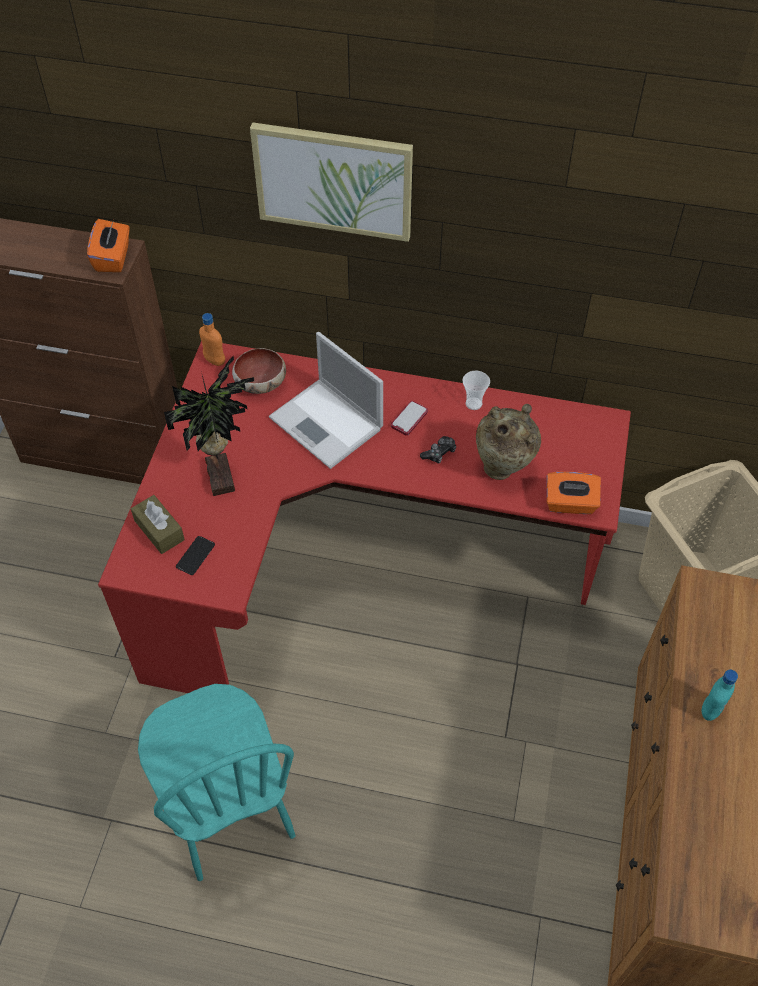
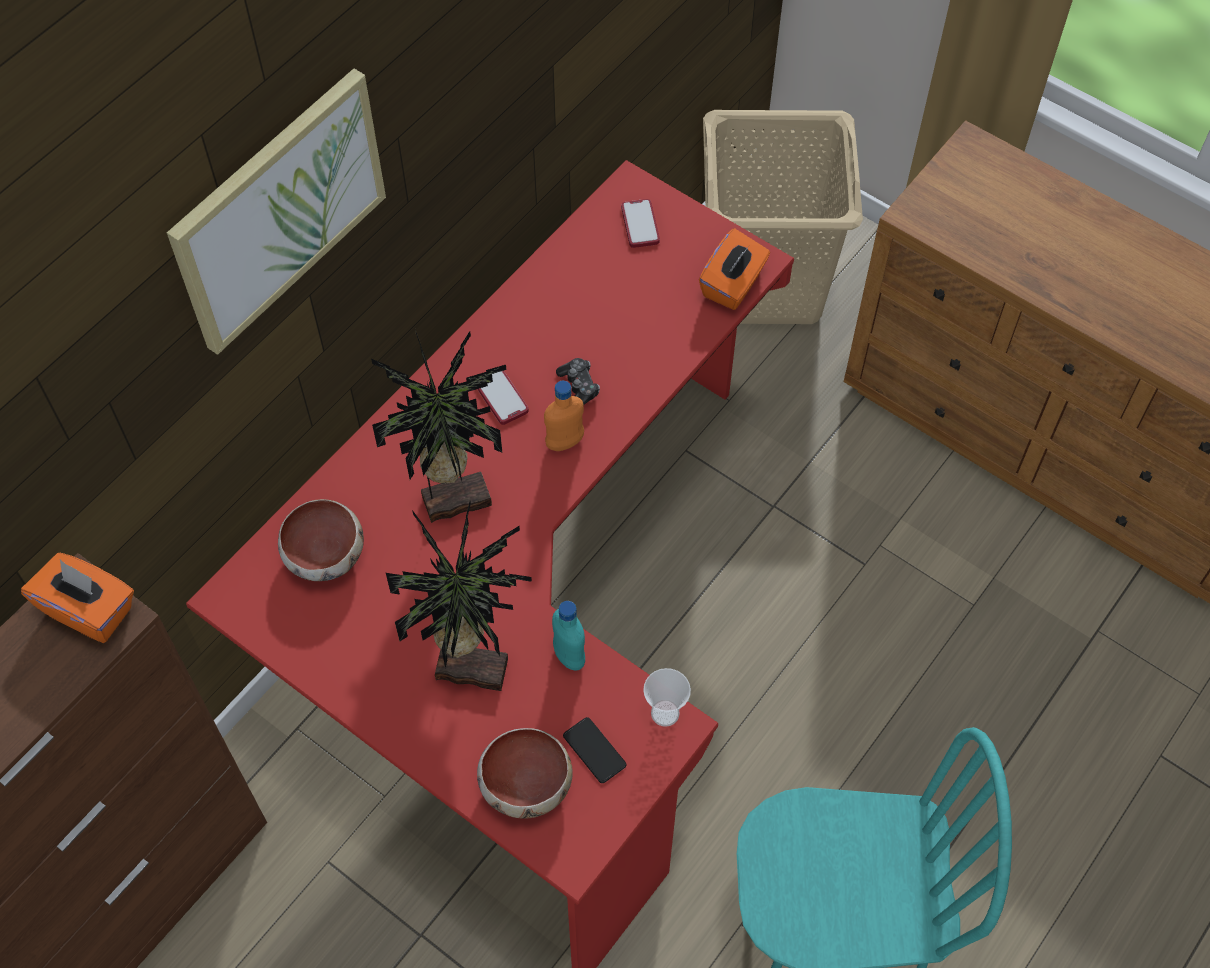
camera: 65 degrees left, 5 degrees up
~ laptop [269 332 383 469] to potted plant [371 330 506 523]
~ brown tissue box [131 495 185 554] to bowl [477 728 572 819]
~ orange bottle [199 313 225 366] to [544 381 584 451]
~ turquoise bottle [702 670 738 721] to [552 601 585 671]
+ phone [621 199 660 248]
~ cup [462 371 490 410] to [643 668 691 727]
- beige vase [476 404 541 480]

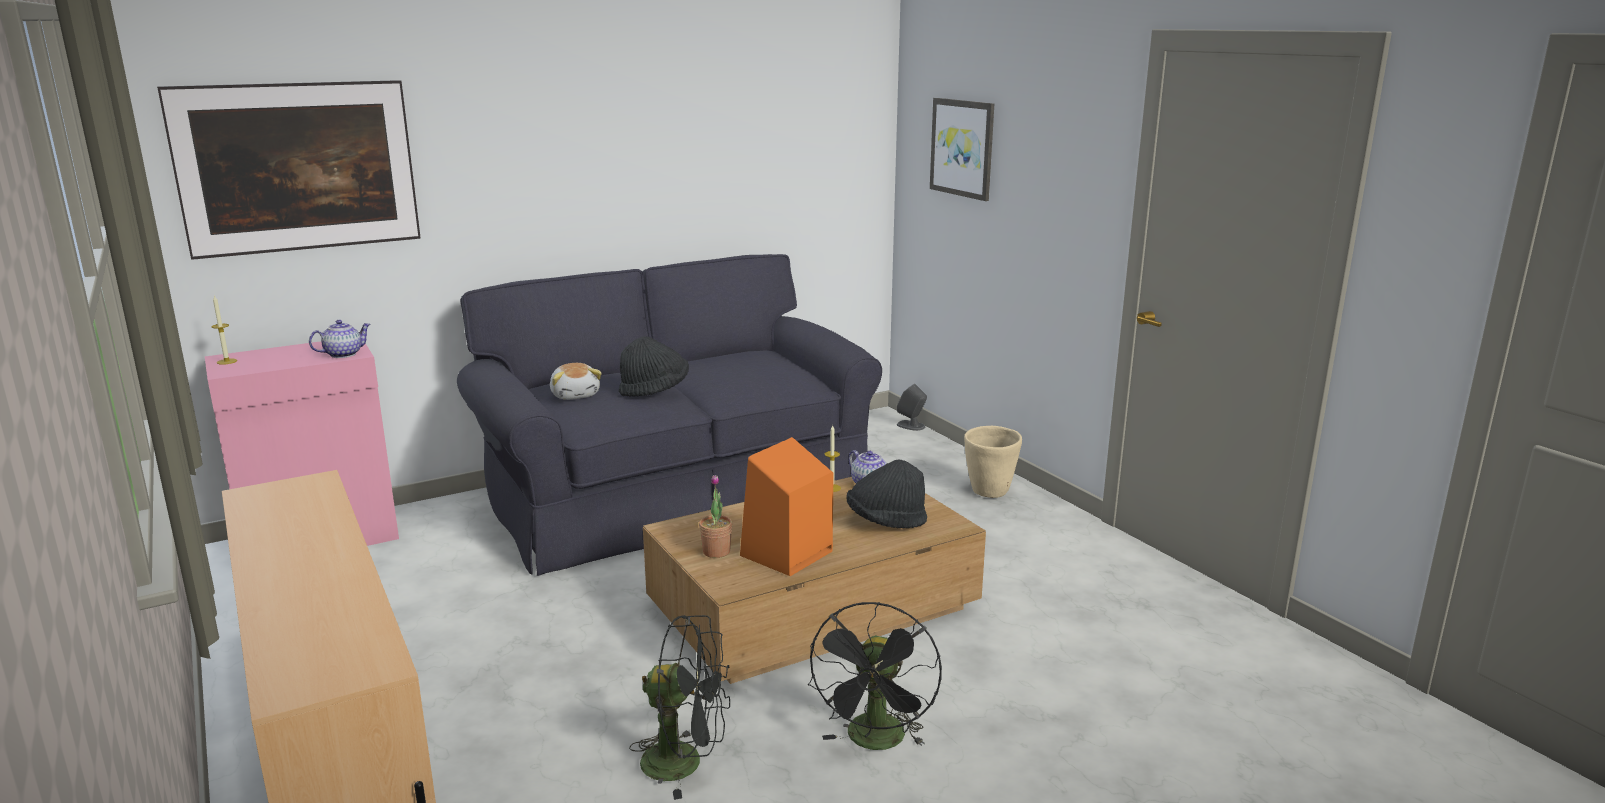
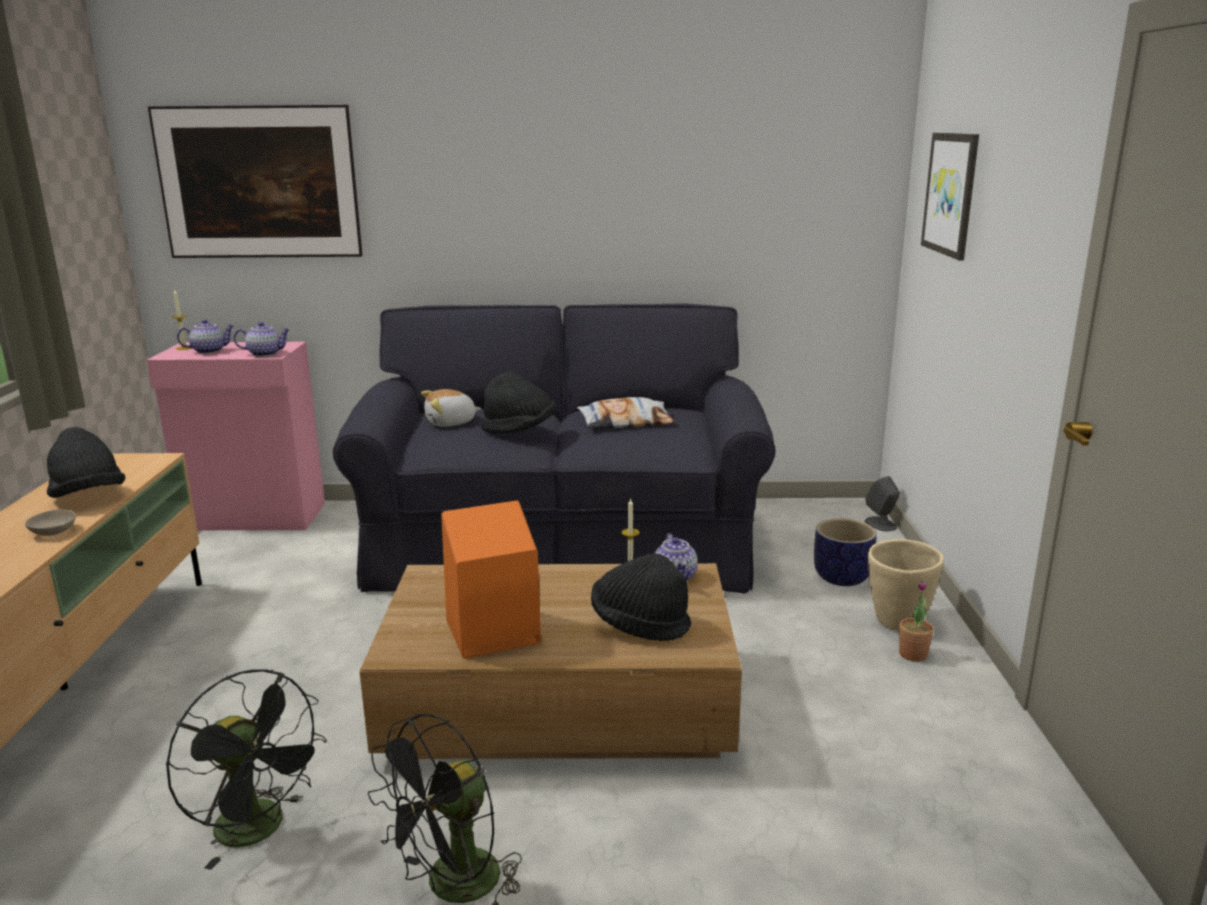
camera: 30 degrees right, 0 degrees up
+ beige bowl [25 509 76 536]
+ black hat [47 427 125 498]
+ teapot [177 319 235 354]
~ plush toy [550 363 602 400] = [421 389 481 427] 60 degrees clockwise
+ pillow [577 397 674 428]
+ planter [814 518 877 586]
~ potted plant [699 475 732 558] to [899 580 934 662]

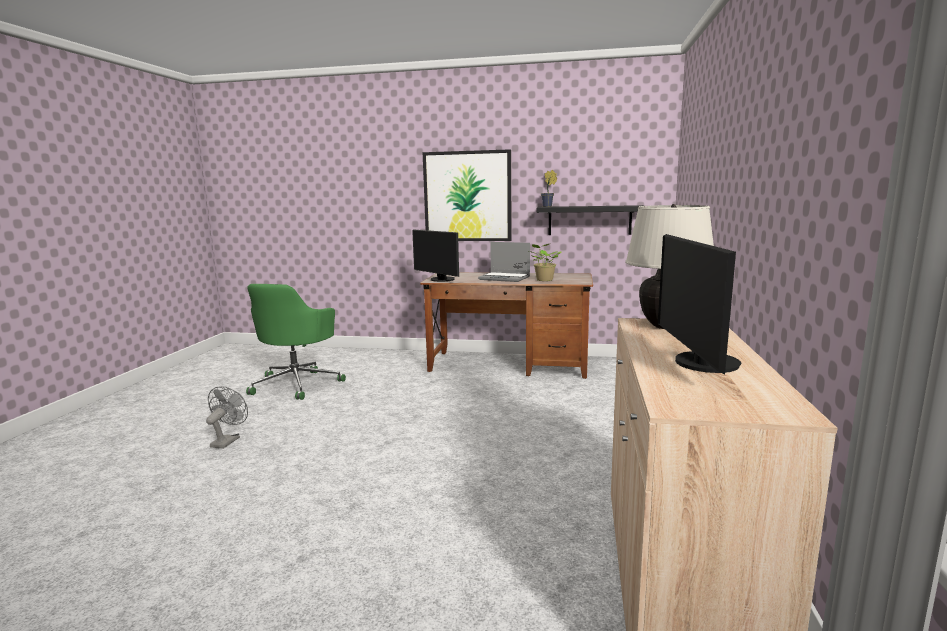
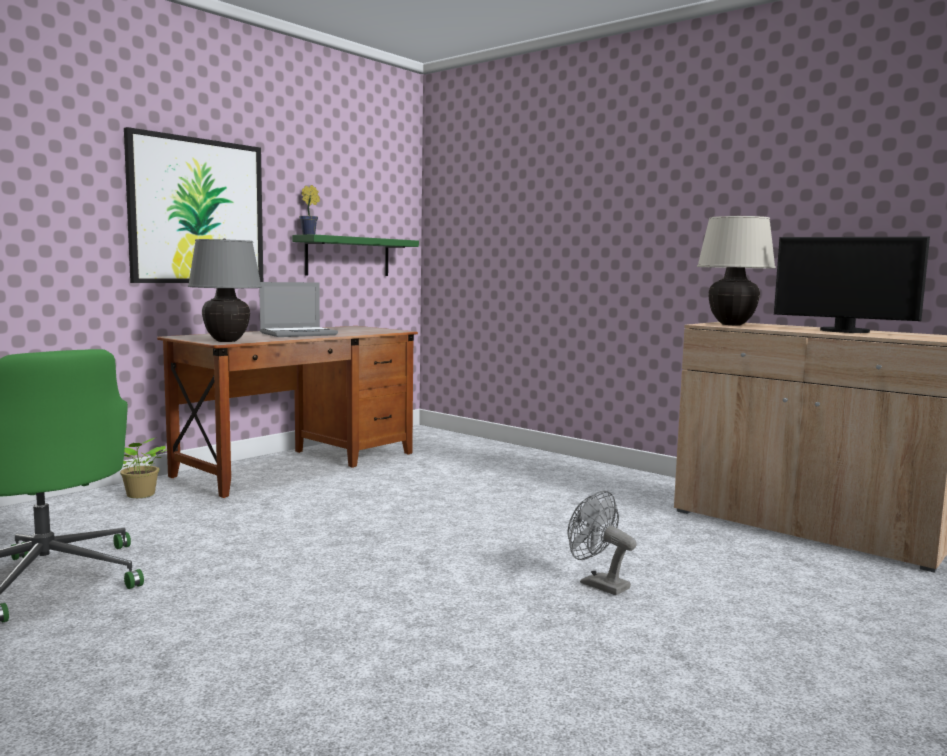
camera: 60 degrees left, 5 degrees down
~ potted plant [529 244 562 281] to [120 437 167 498]
~ monitor [412 229 459 282] to grey table lamp [188 239 262 342]
~ black shelf [537 205 644 235] to green shelf [292 234 419 276]
~ grey fan [206 386 248 449] to [568 491 637 595]

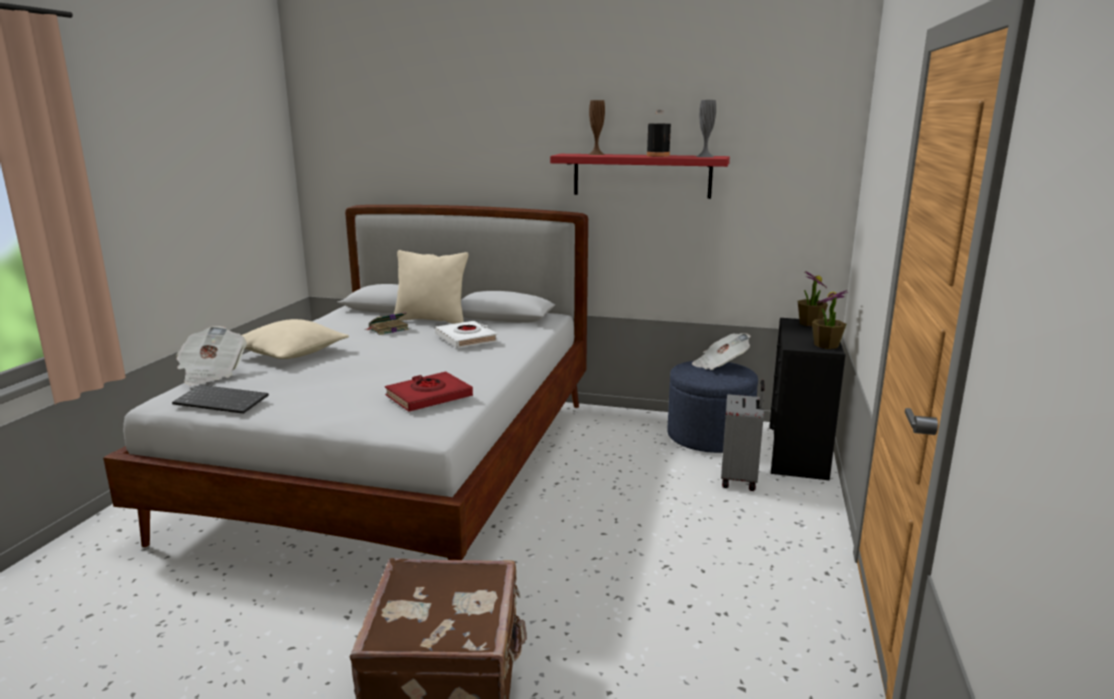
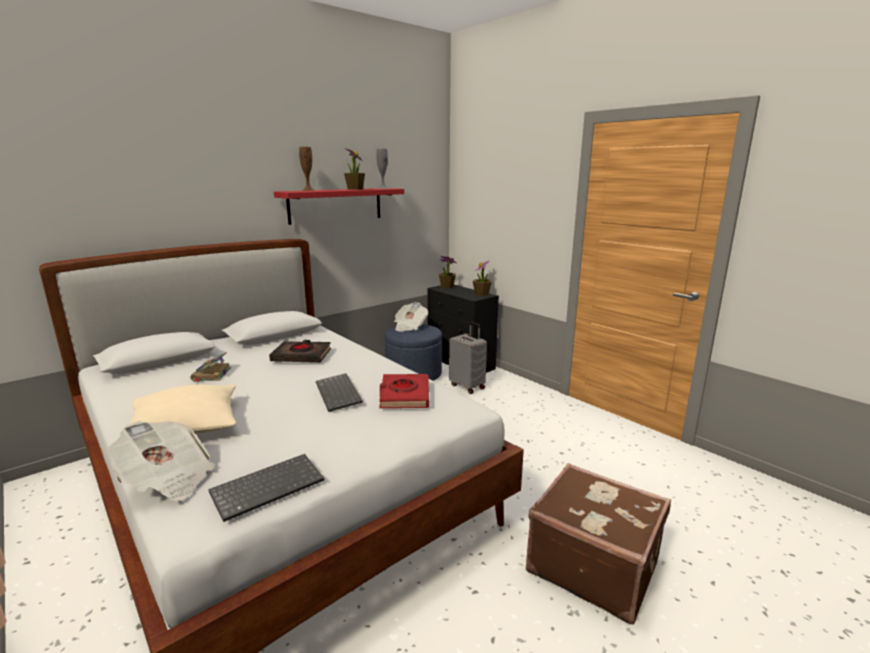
camera: 55 degrees left, 0 degrees up
~ white book [435 321 498 348] to black book [269 340 331 363]
+ keyboard [316 373 363 412]
~ black bottle [647 110 671 157] to potted plant [344 148 365 190]
- beige pillow [394 250 469 324]

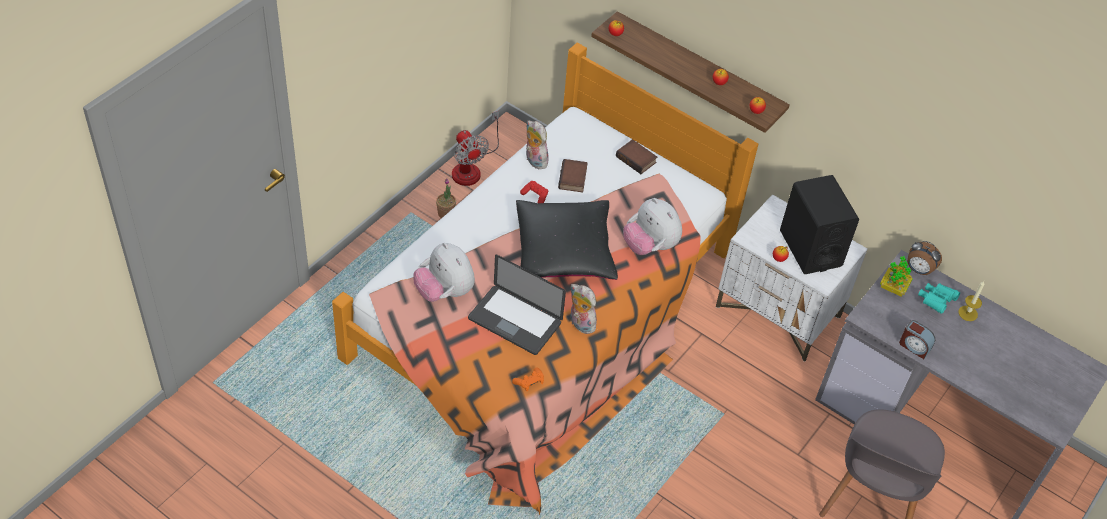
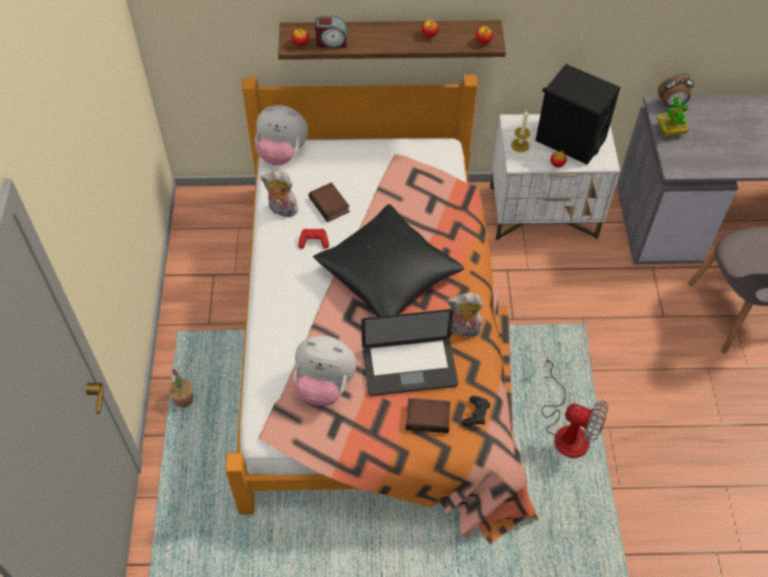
camera: 35 degrees left, 5 degrees up
~ potted plant [436 178 456 218] to [169 369 193 408]
~ plush toy [623 198 682 255] to [255 105 308 166]
~ alarm clock [899 320 935 359] to [315 16 347 48]
~ book [616 139 657 174] to [406 398 450 433]
~ orange game controller [512 368 544 392] to black game controller [462 396 490 426]
~ candle [958 281 985 321] to [511 110 530 152]
~ fan [452 111 499 186] to [542 353 608 458]
- turquoise binoculars [918 283 960 314]

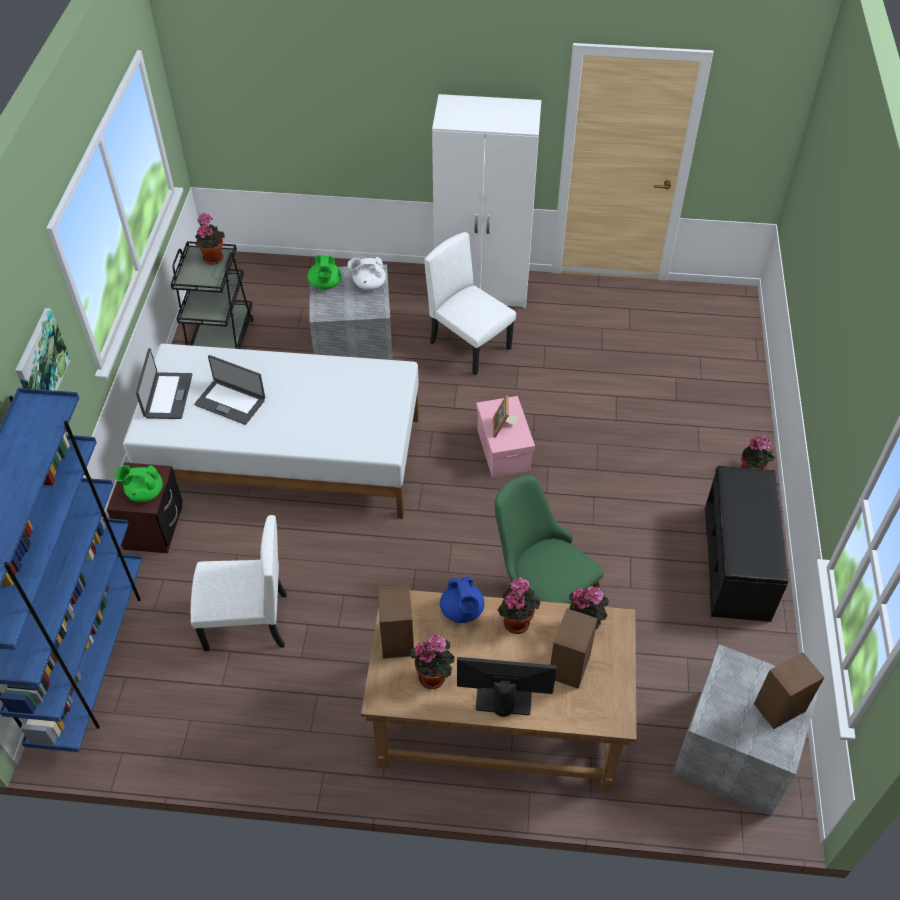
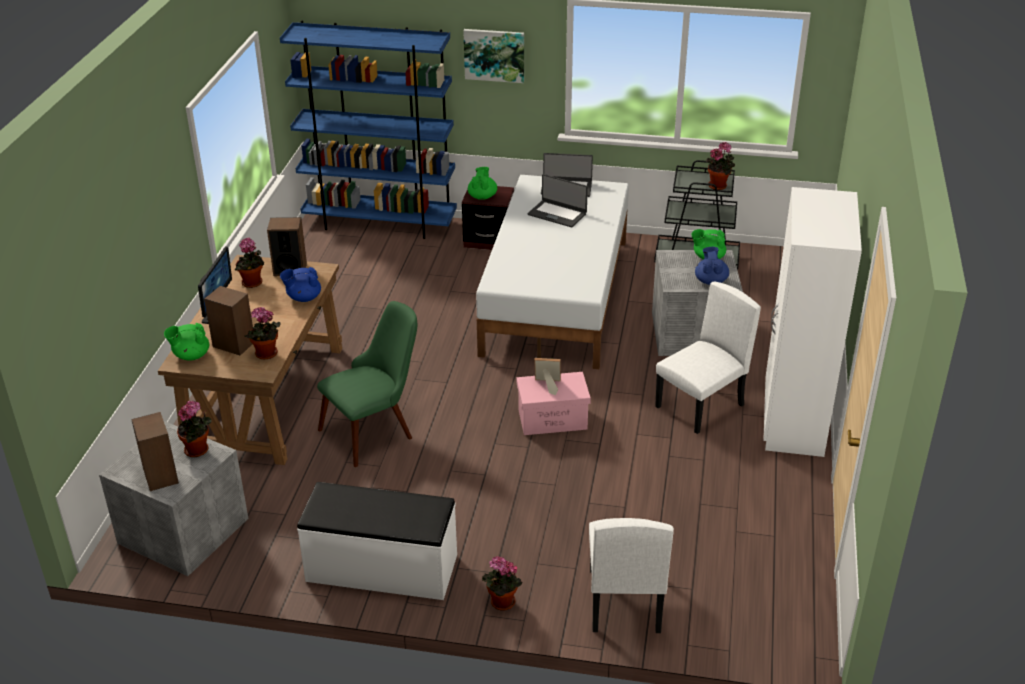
camera: 95 degrees right, 15 degrees down
+ green teapot [164 323 209 360]
~ potted plant [498 577 540 634] to [177 400 212 457]
~ black bench [705 466 788 622] to white bench [297 482 457 600]
~ laptop [194 355 265 425] = [528 174 588 228] 90 degrees counterclockwise
~ white chair [191 515 287 651] to [589 518 674 633]
~ white teapot [348 257 386 290] to blue teapot [695 247 729 285]

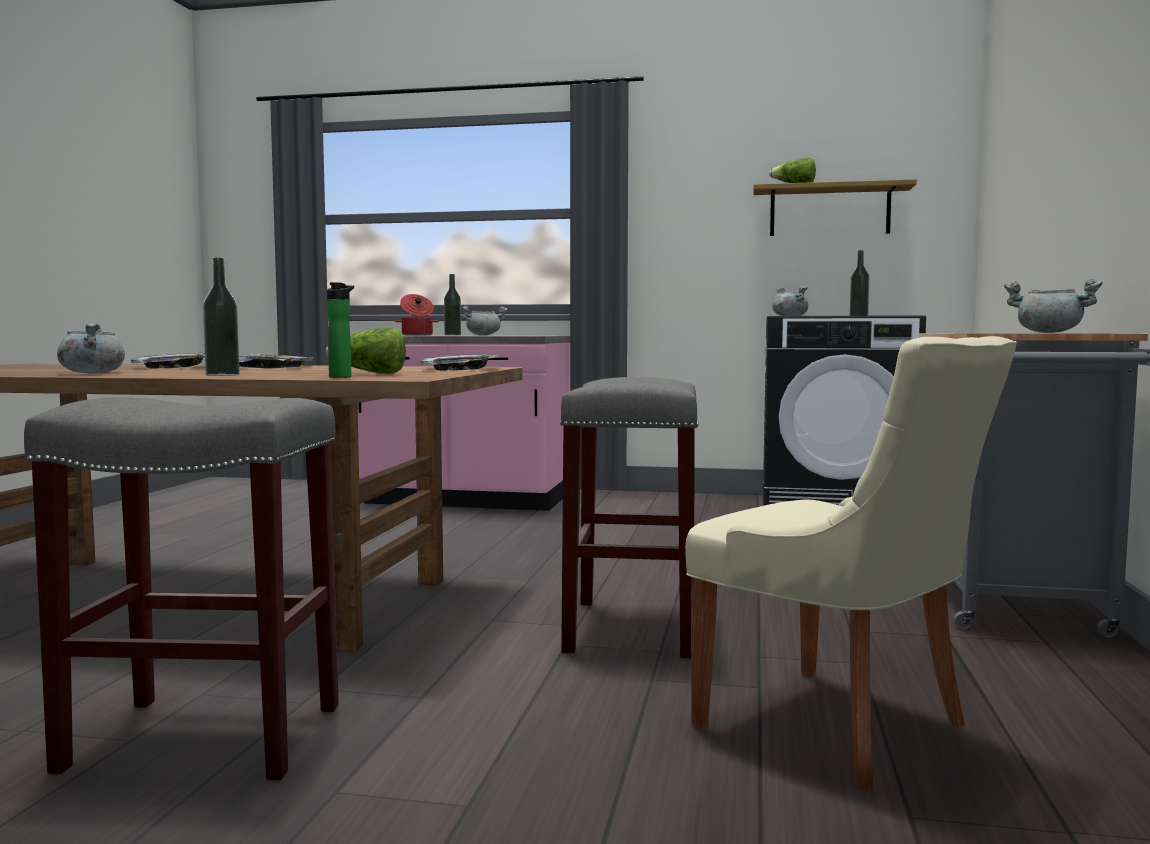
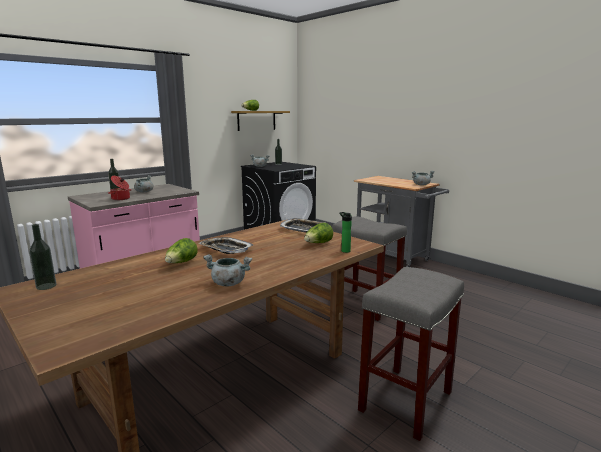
camera: 55 degrees left, 10 degrees up
~ bottle [203 257 240 376] to [29 224 56 290]
~ tray [131 353 205 369] to lettuce [165 238 197 263]
- beige chair [685 336 1017 789]

